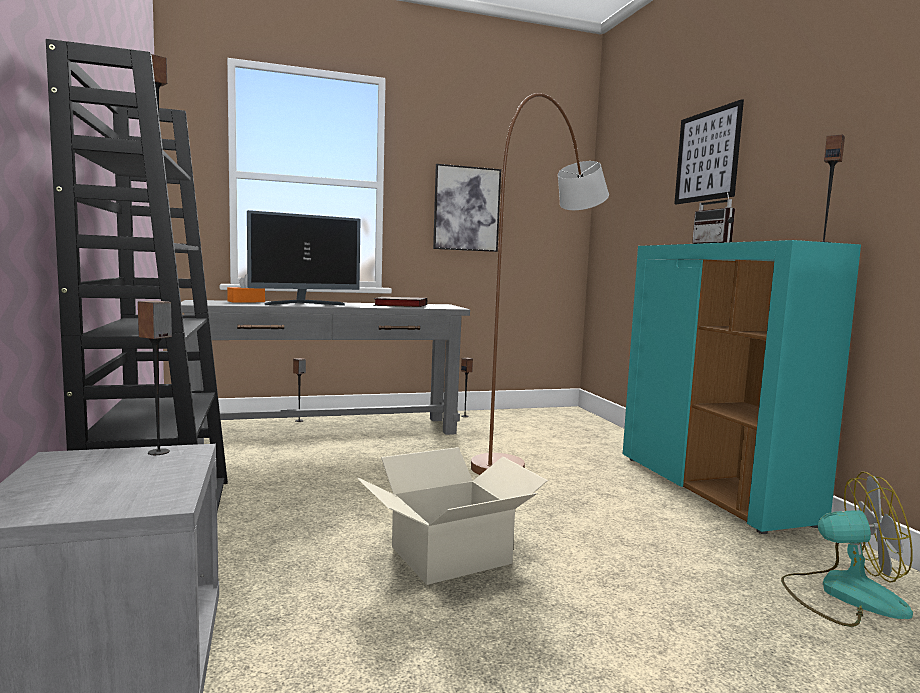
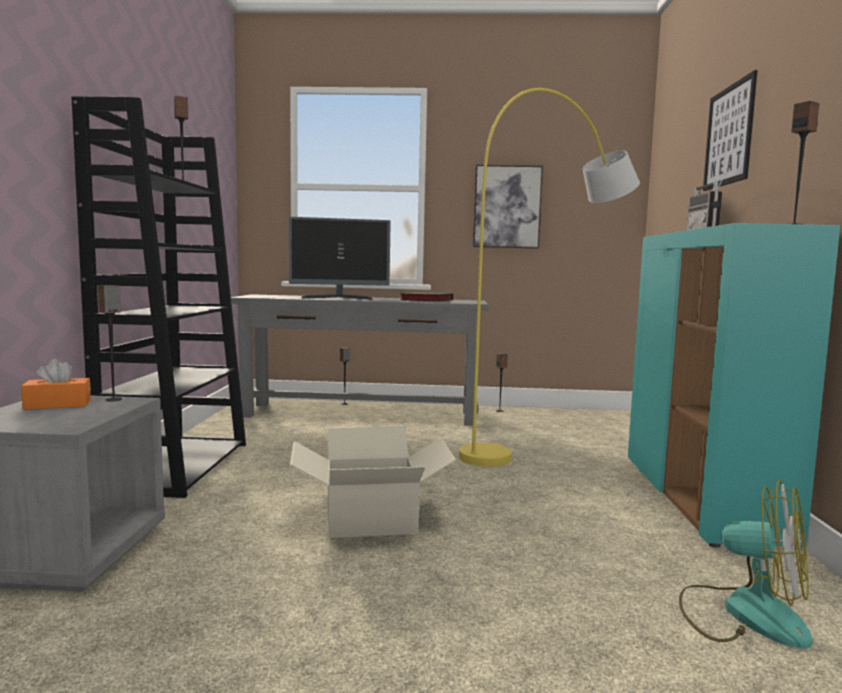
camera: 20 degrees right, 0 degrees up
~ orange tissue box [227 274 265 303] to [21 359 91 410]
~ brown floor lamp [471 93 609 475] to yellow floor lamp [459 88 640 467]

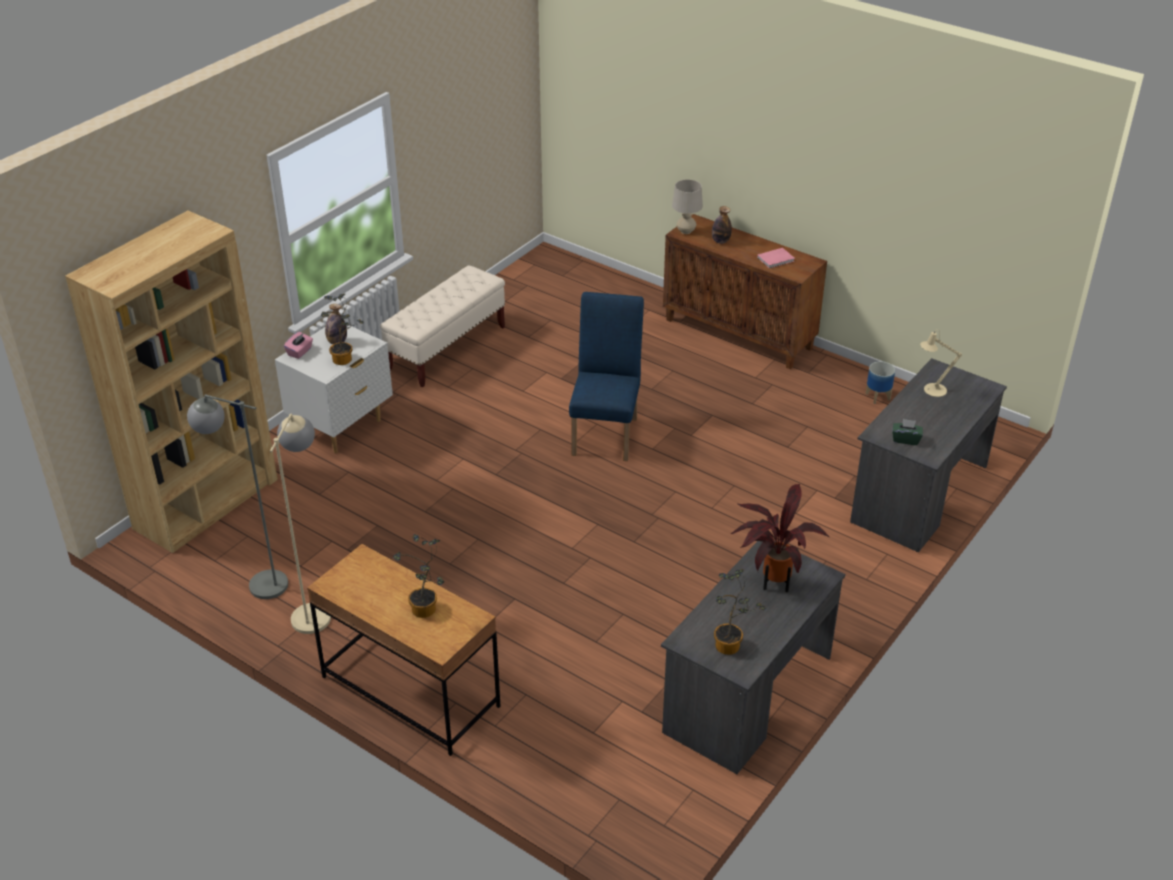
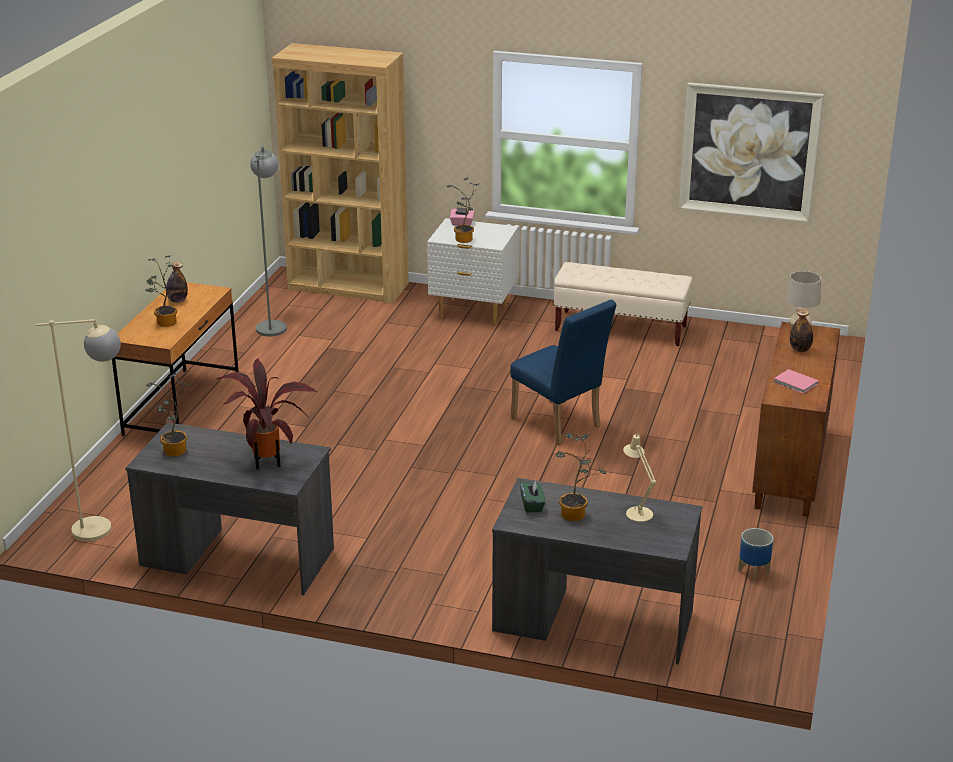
camera: 70 degrees right, 10 degrees down
~ beige floor lamp [270 414 331 634] to [36 319 121 541]
~ bottle [325 304 347 344] to [166 262 188 303]
~ blue chair [569 292 644 461] = [510 300 616 445] 60 degrees clockwise
+ potted plant [556 433 606 521]
+ picture [679 82 824 223]

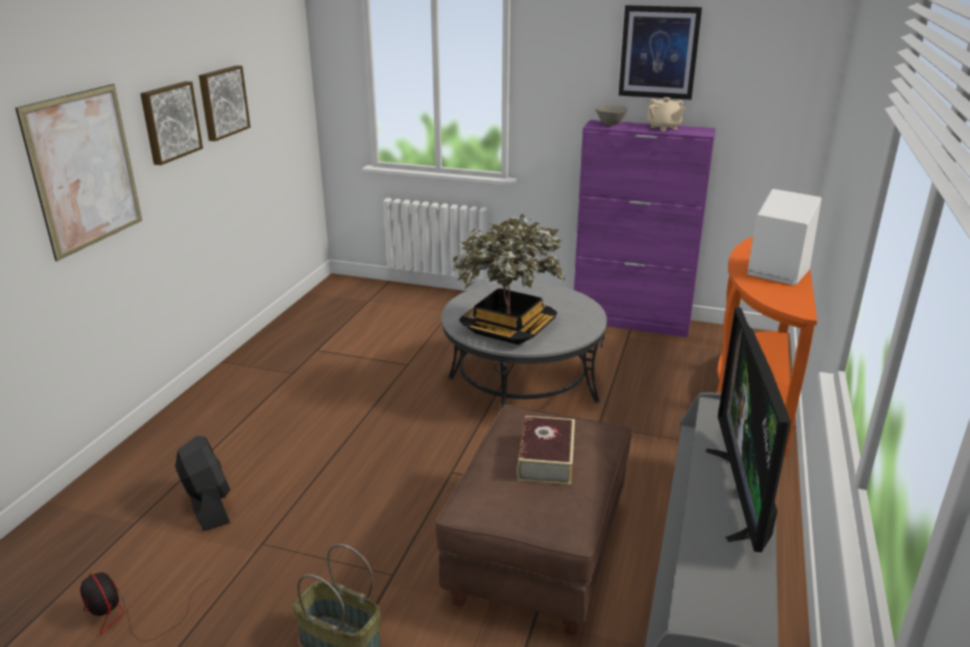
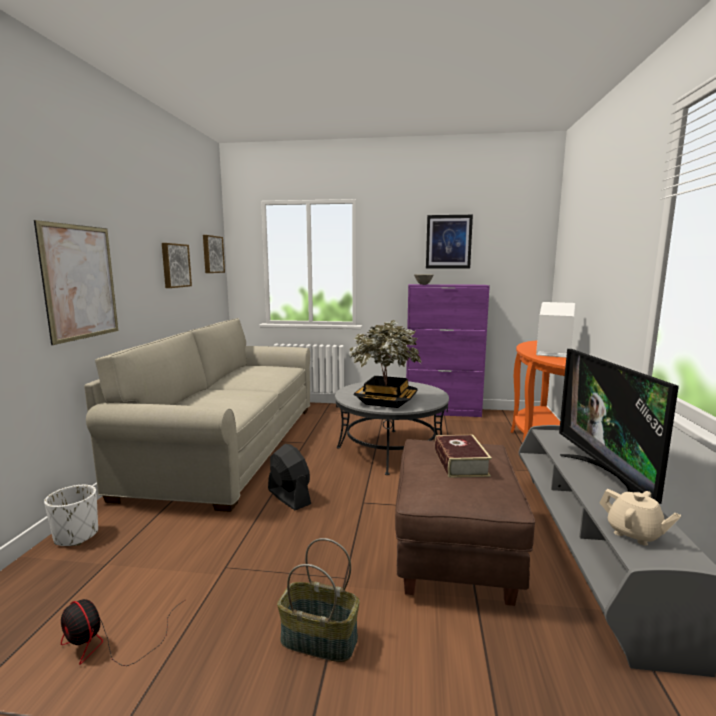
camera: 10 degrees left, 15 degrees down
+ white planter [44 485 98 546]
+ beige sofa [84 318 310 512]
~ picture [140 81 203 165] to [203 235 225 273]
~ black fan [175 436 231 531] to [268 444 311 510]
~ beige teapot [647 97 685 131] to [600 489 681 546]

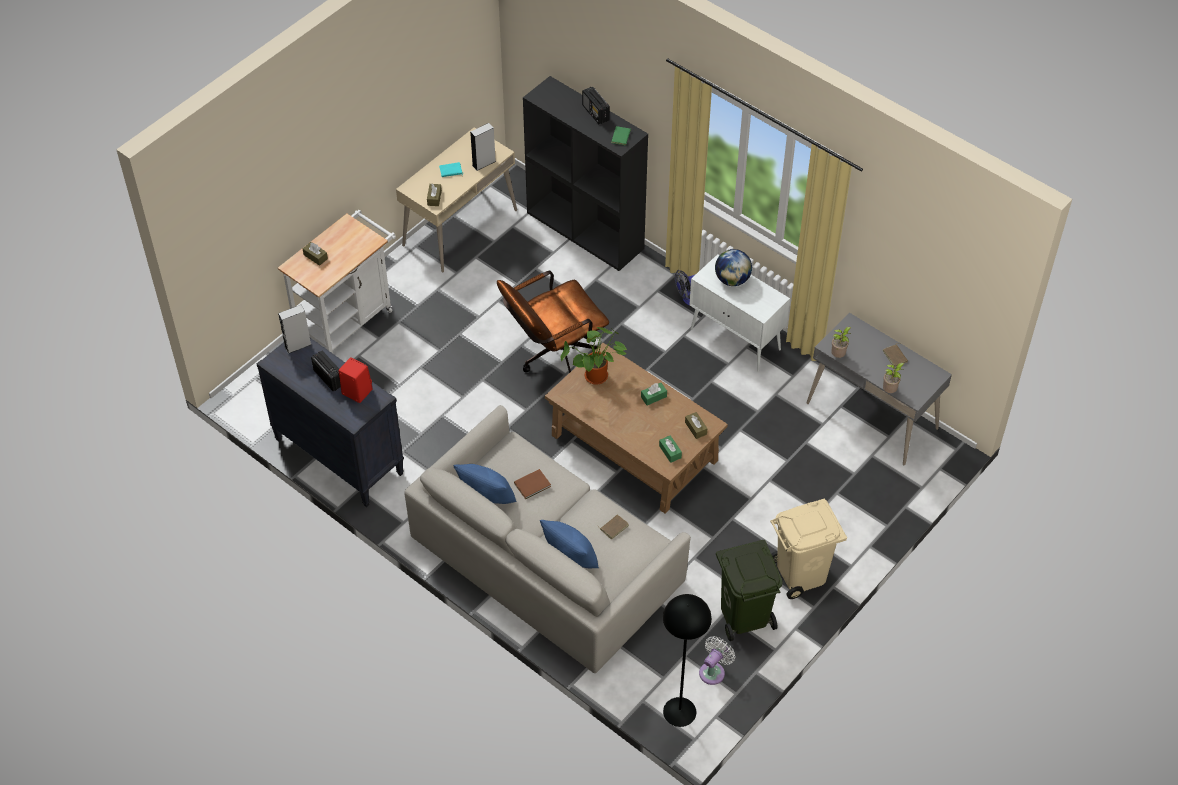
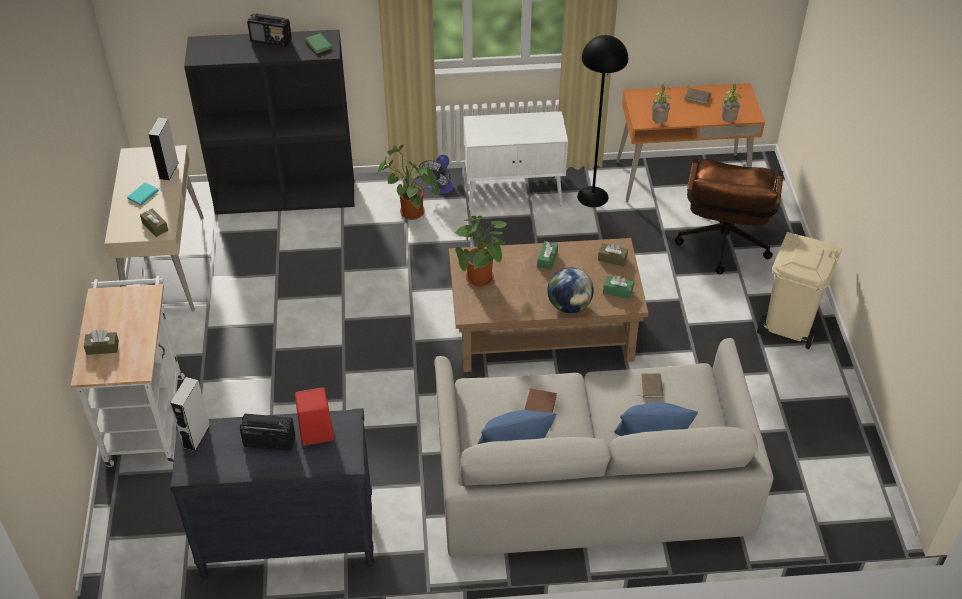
camera: 45 degrees left, 5 degrees down
+ potted plant [377 145 440 220]
~ globe [715 249 752 286] to [547 267 594 313]
~ black floor lamp [663 594 712 727] to [577 35 628 207]
~ grey desk [806 313 952 466] to orange desk [616 83 765 202]
~ brown office chair [497 271 609 373] to [675 158 783 275]
- white fan [699 636 735 685]
- green trash can [716 540 782 641]

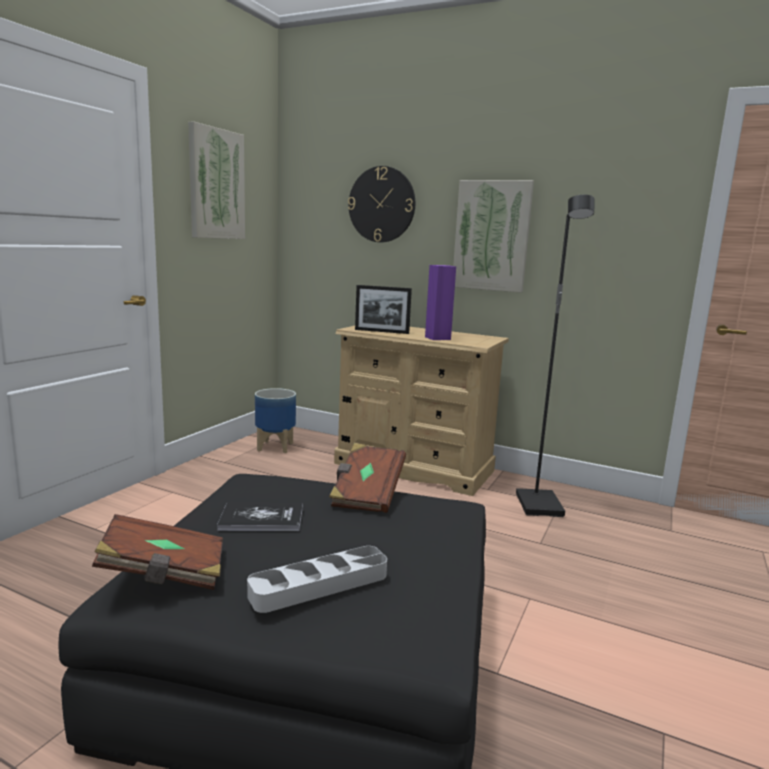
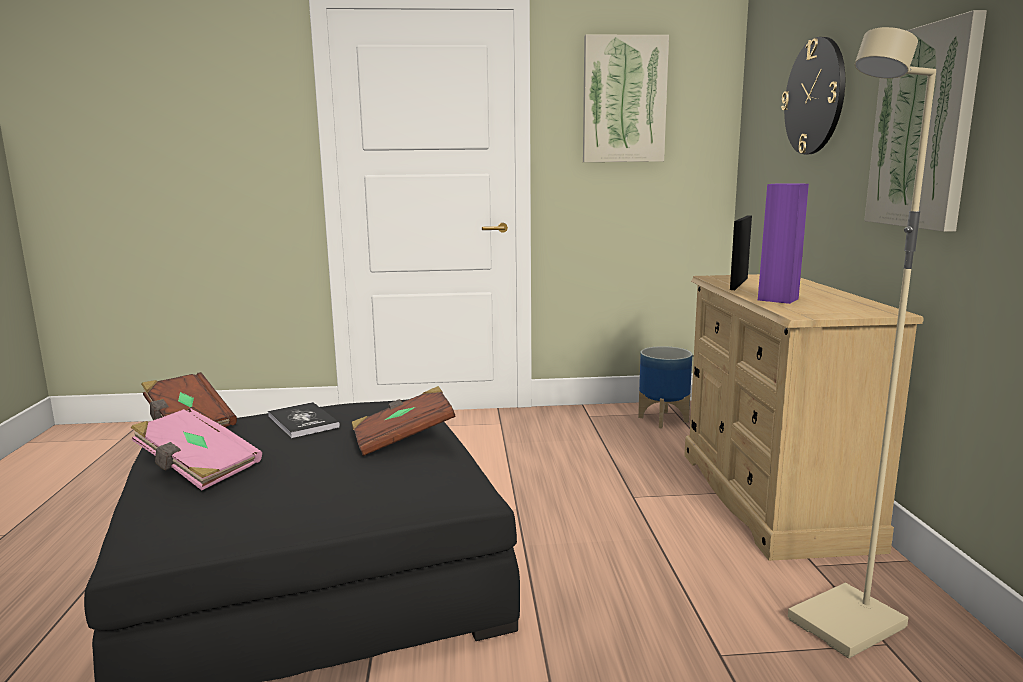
camera: 60 degrees right, 0 degrees up
~ grey tray [247 546 387 613] to pink book [131 407 262 490]
~ picture frame [355 285 412 334] = [730 216 752 290] 45 degrees clockwise
~ black floor lamp [516 195 594 517] to beige floor lamp [788 27 936 658]

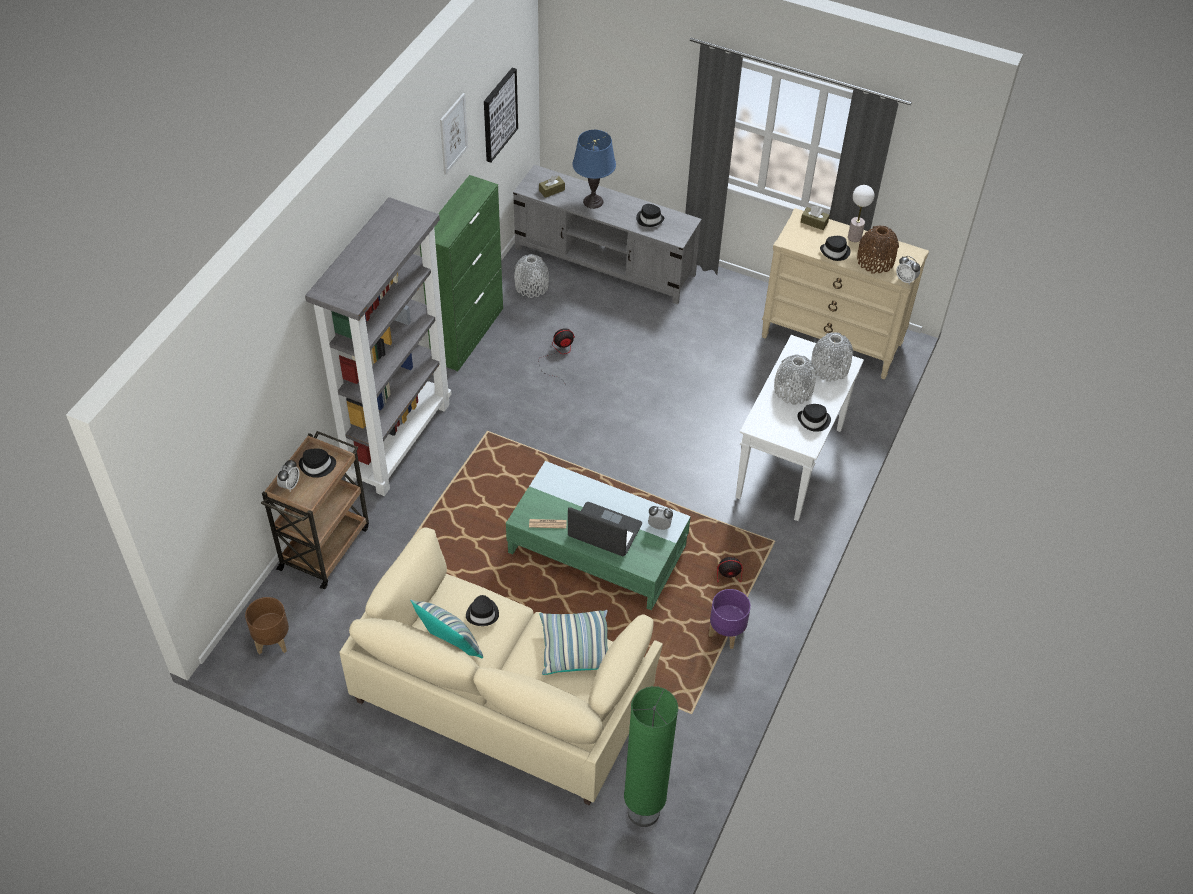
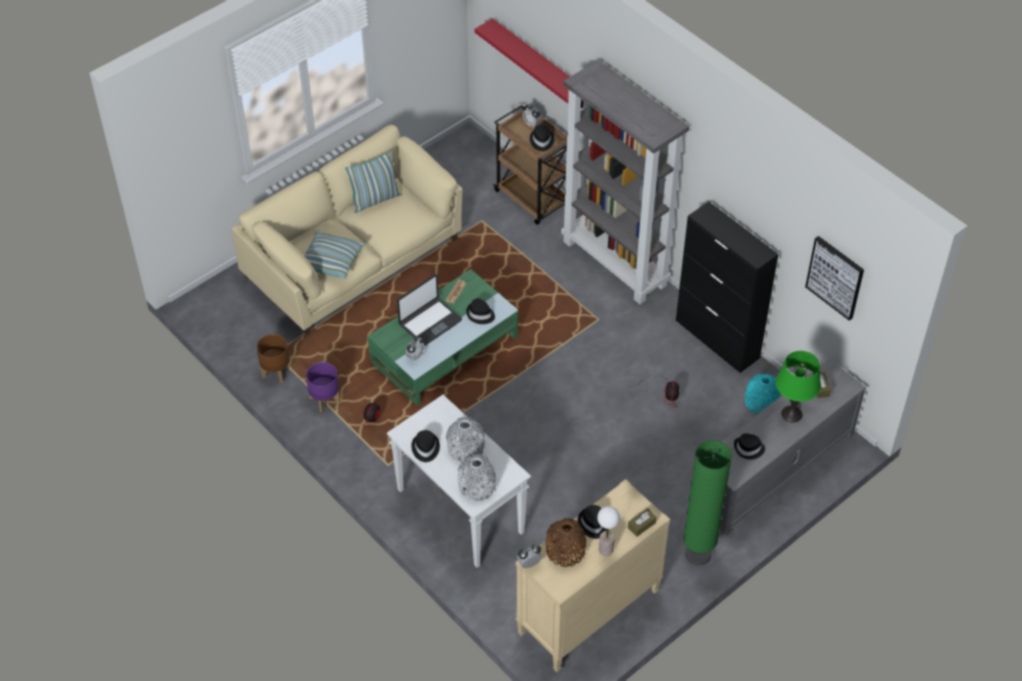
camera: 115 degrees right, 0 degrees up
~ brown planter [245 597 289 654] to [257 334 291 383]
~ black hat [466 595 499 626] to [466 298 495 324]
+ red shelf [474 18 583 108]
~ green cabinet [420 175 503 371] to black cabinet [676 202 779 373]
~ green floor lamp [624 686 678 827] to [683 440 732 565]
~ grey vase [514 254 549 298] to turquoise vase [745 373 780 414]
~ blue table lamp [573 130 616 209] to green table lamp [776 351 821 423]
- picture [440 93 468 175]

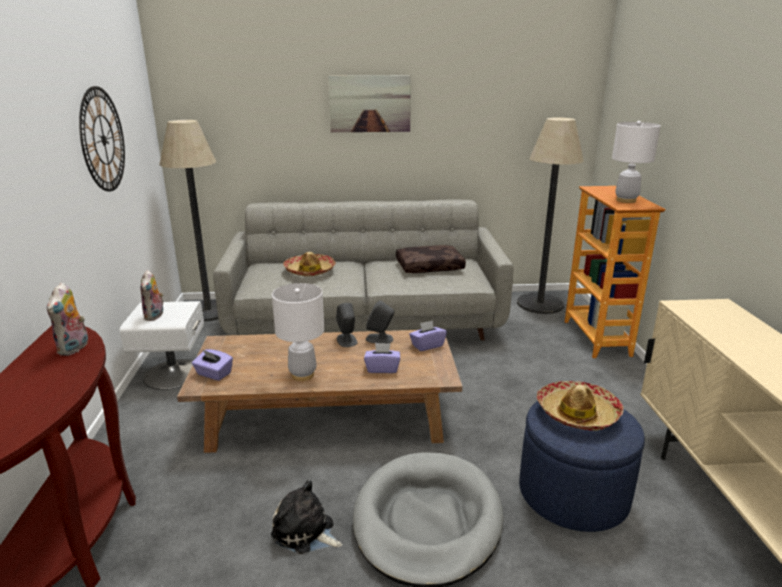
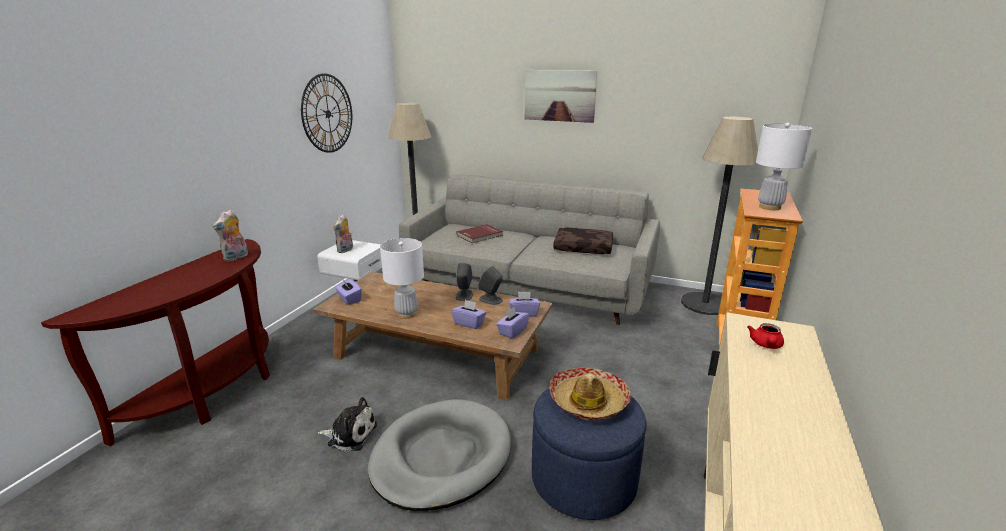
camera: 25 degrees right, 0 degrees up
~ plush toy [271 480 343 554] = [318 397 377 452] 135 degrees clockwise
~ hat [283 252 336 276] to red book [457 224 503 243]
+ purple tissue box [496 306 529 338]
+ red teapot [747 323 784 349]

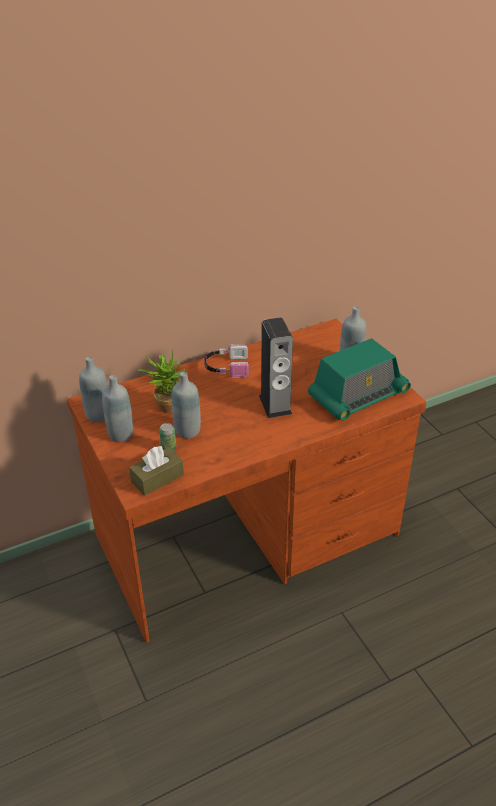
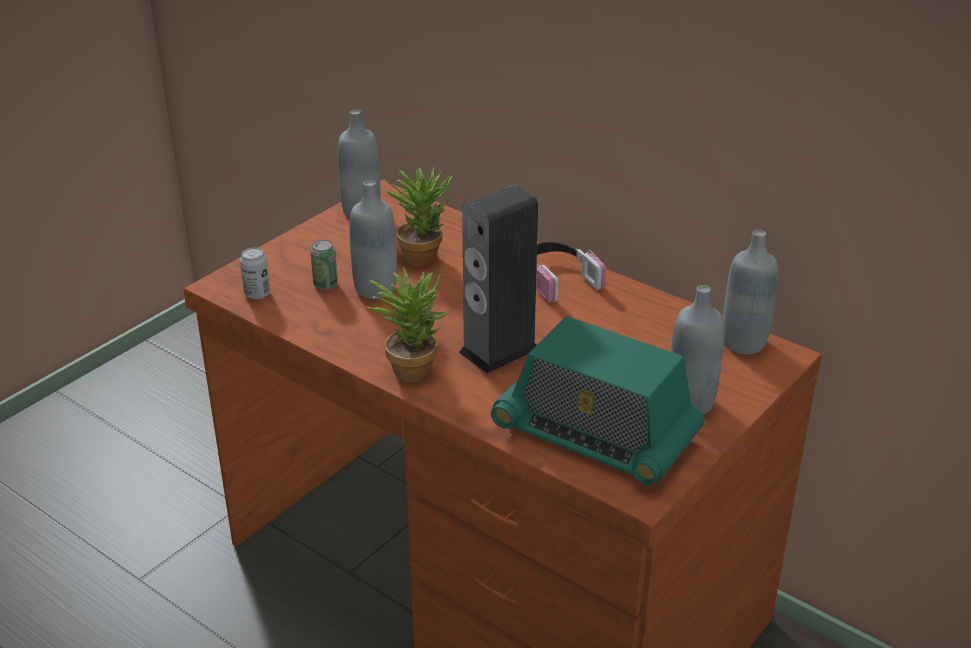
camera: 65 degrees right, 5 degrees down
~ brown tissue box [129 446 184 496] to can [240 248 270 300]
+ potted plant [367 266 449 382]
~ grey bottle [102 375 133 442] to [723 230 778 355]

